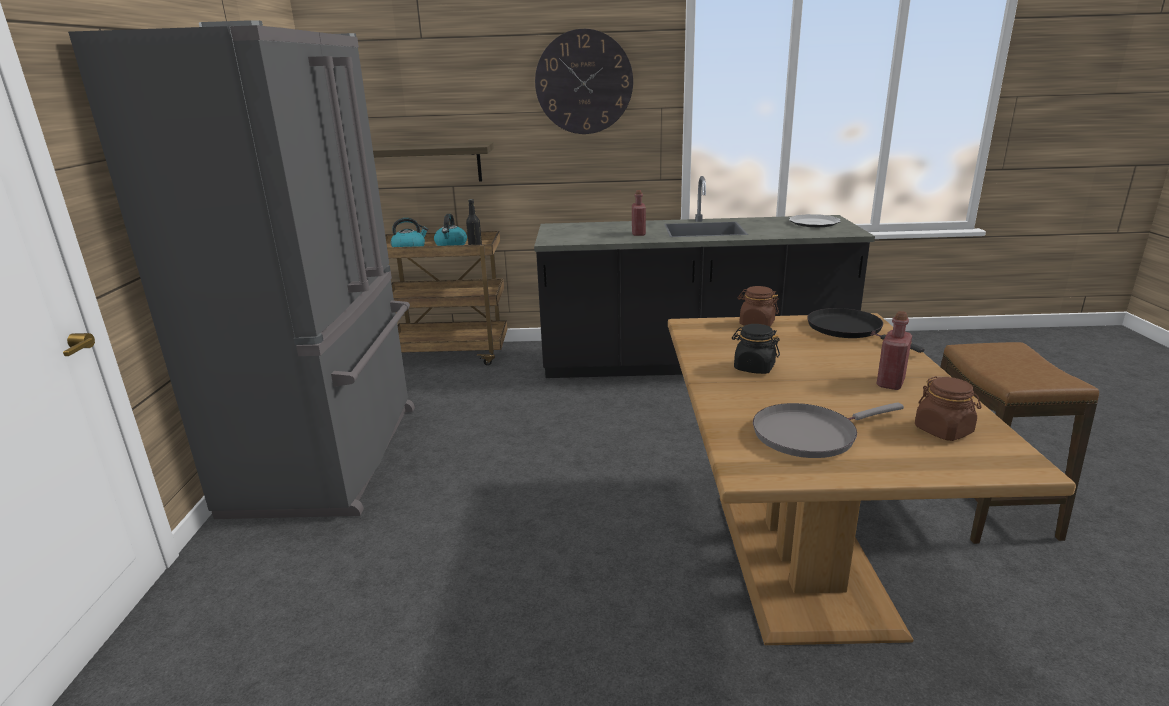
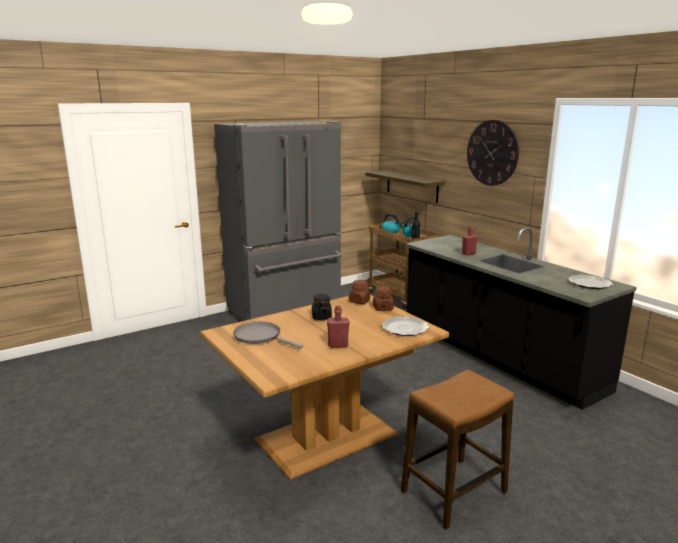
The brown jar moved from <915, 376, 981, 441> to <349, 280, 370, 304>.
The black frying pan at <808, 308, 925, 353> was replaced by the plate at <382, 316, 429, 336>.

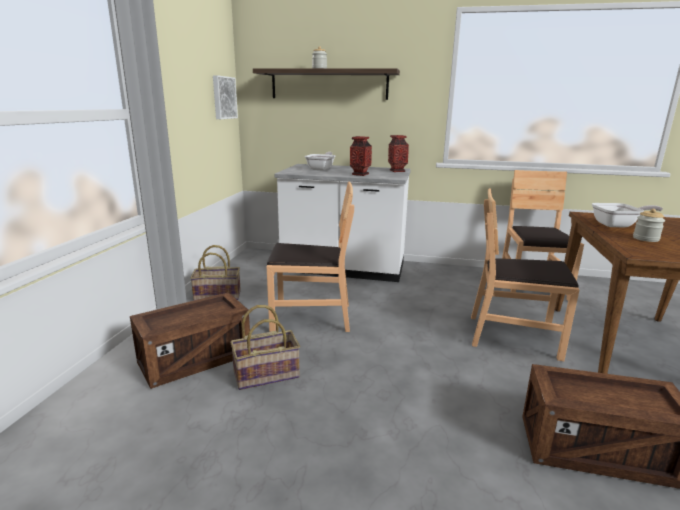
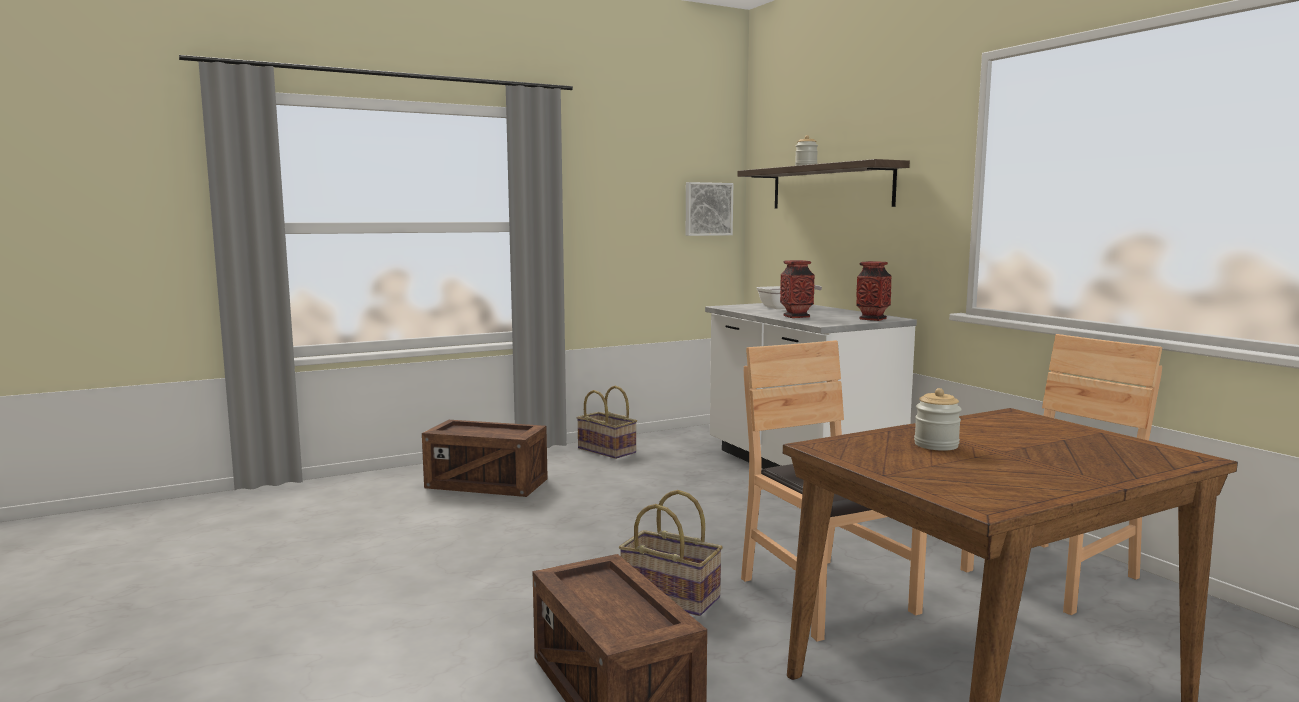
The brown chair at <267, 182, 354, 332> disappeared.
The frying pan at <592, 203, 663, 227> disappeared.
The basket moved from <230, 305, 300, 390> to <619, 490, 723, 616>.

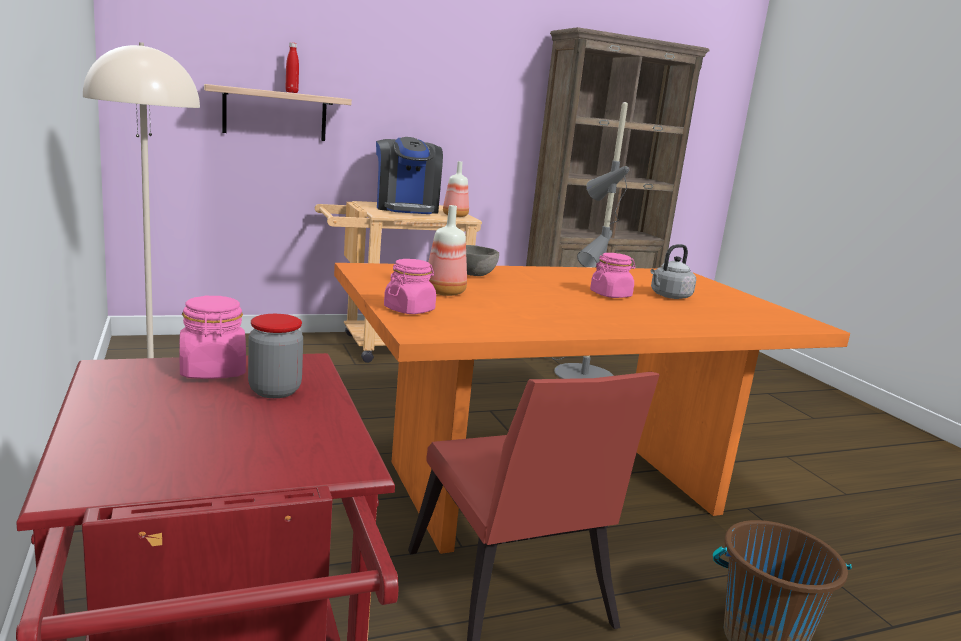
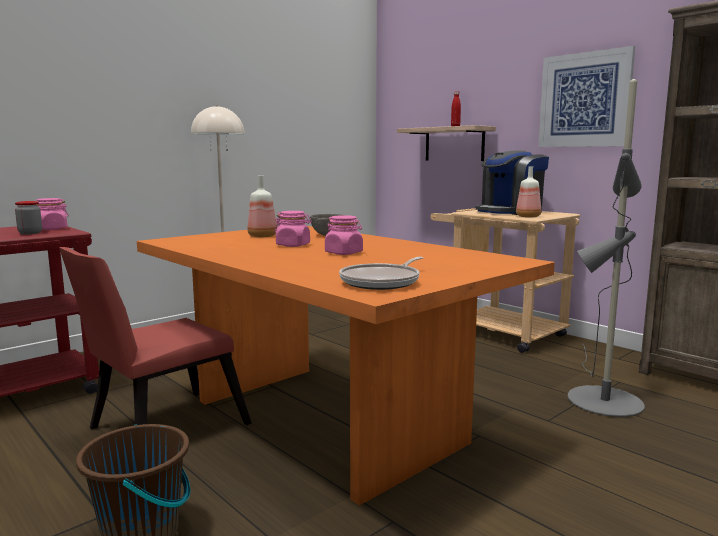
The grey kettle at <650, 244, 696, 299> disappeared.
The frying pan at <339, 257, 423, 290> appeared.
The picture at <538, 46, 635, 147> appeared.
The pink jar moved from <384, 259, 436, 314> to <275, 211, 312, 247>.

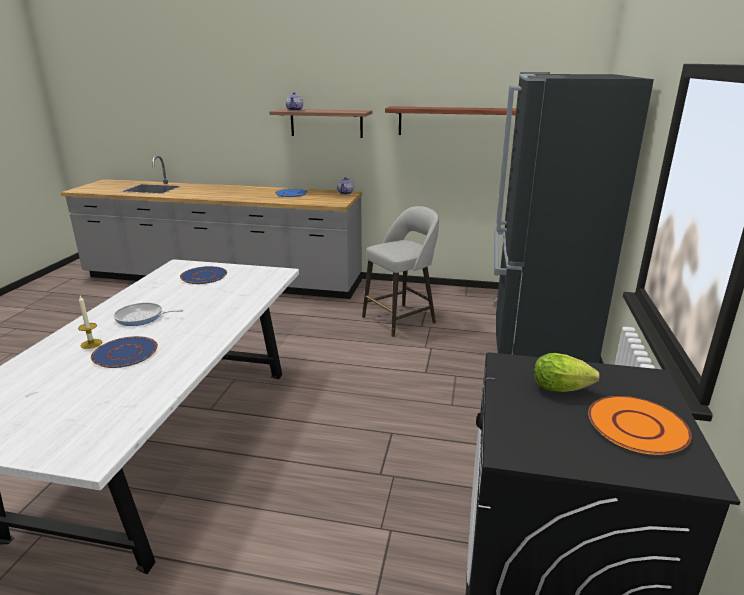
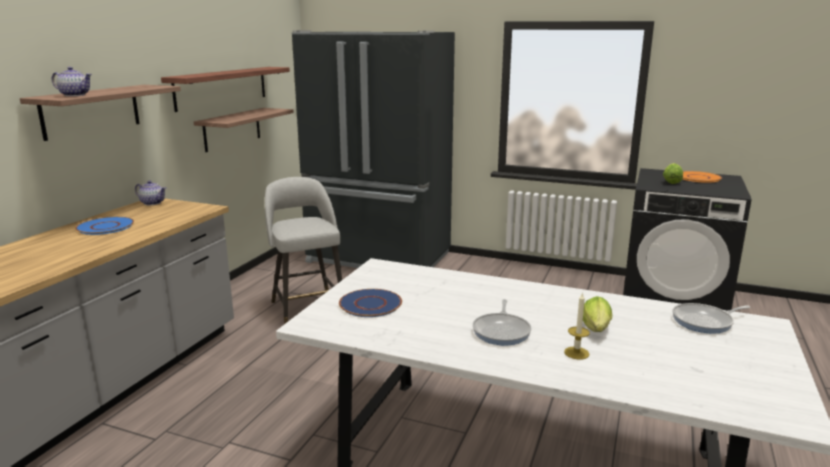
The shelf at <194, 108, 294, 152> appeared.
The frying pan at <673, 303, 750, 334> appeared.
The blue plate at <91, 336, 158, 368> was replaced by the lettuce at <583, 296, 612, 332>.

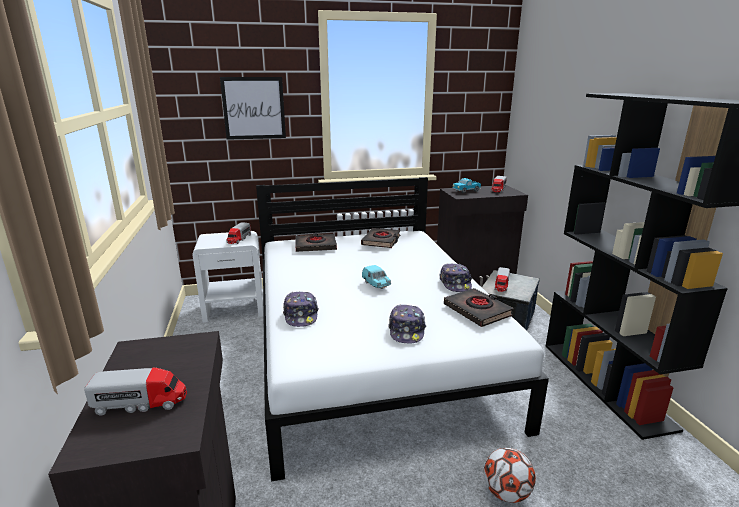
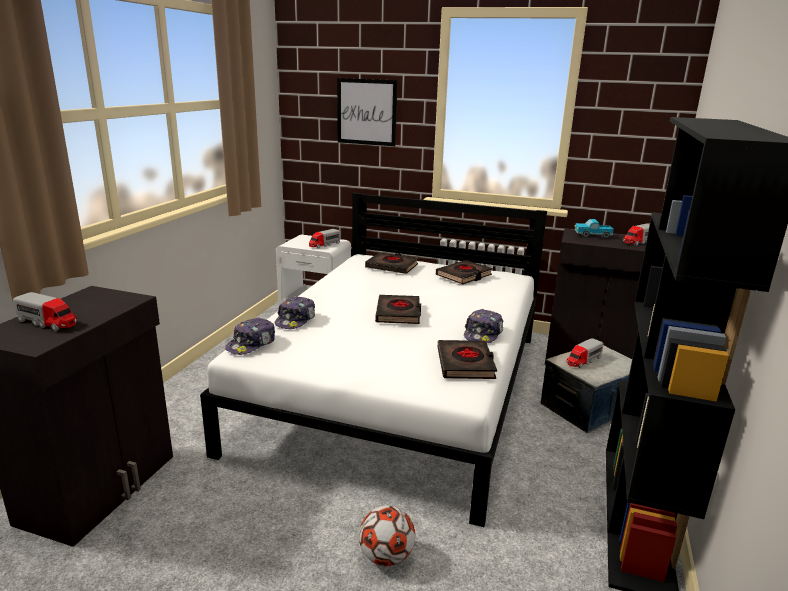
The cap moved from <388, 304, 426, 344> to <225, 317, 275, 355>.
The turquoise toy car at <362, 265, 391, 289> was replaced by the black book at <375, 295, 421, 324>.

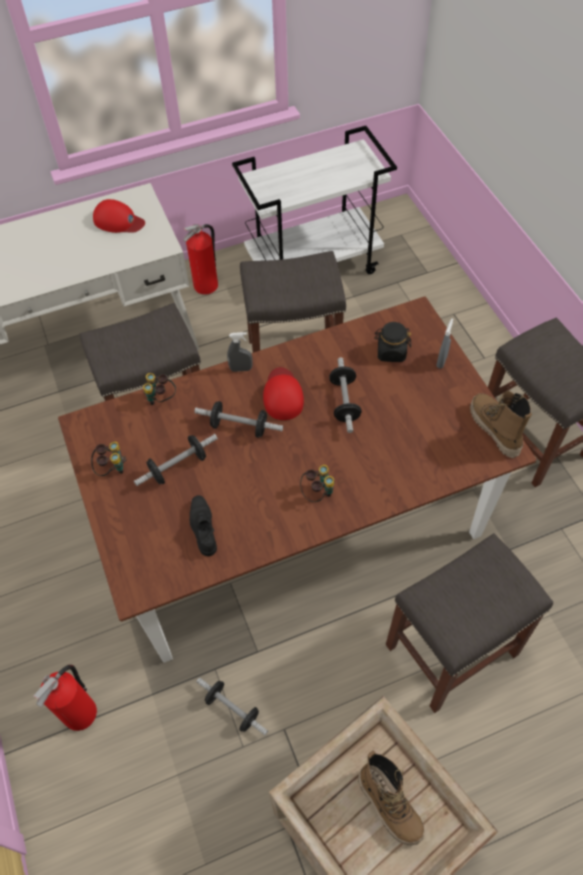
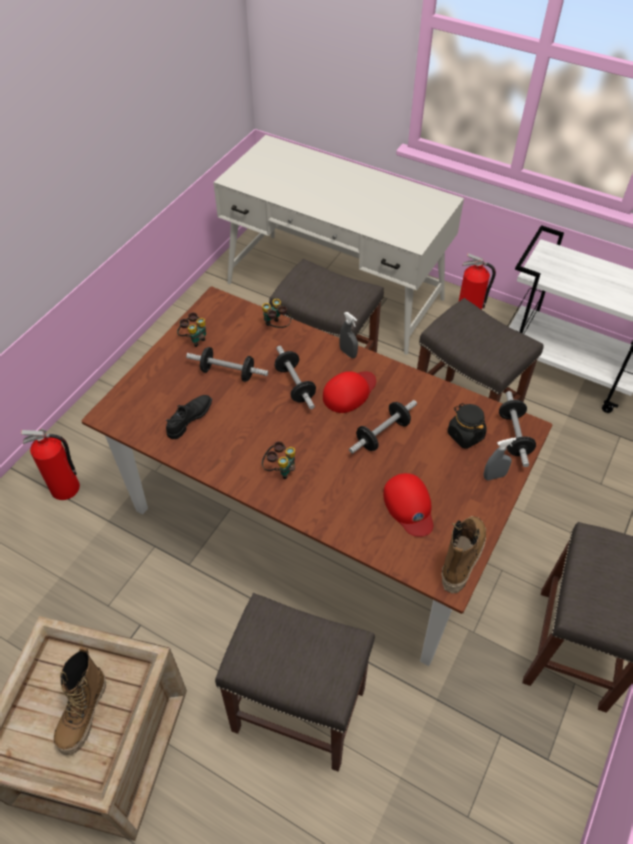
The red cap moved from <93, 199, 145, 233> to <383, 473, 433, 537>.
The dumbbell moved from <197, 678, 268, 736> to <499, 391, 536, 467>.

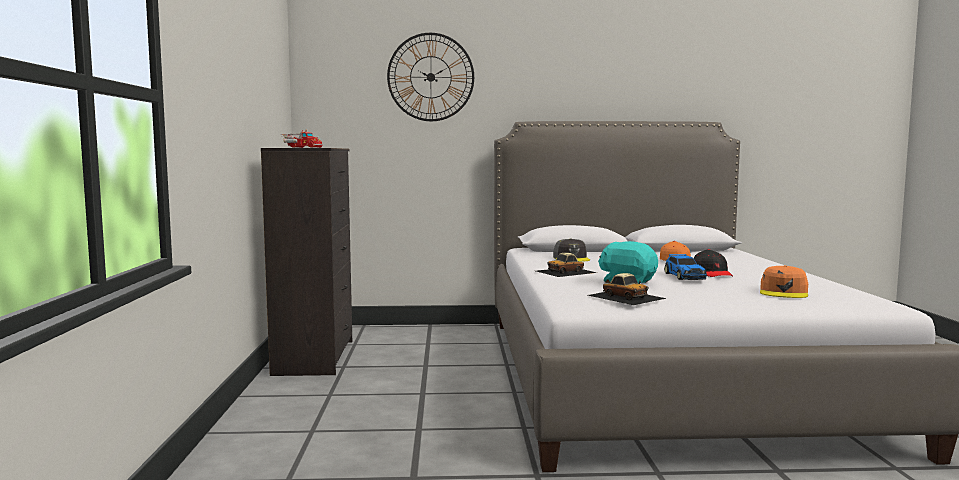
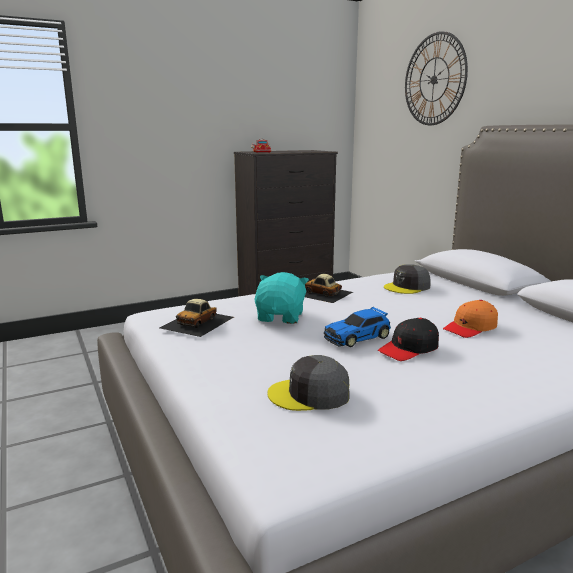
The orange cap at <760, 265, 808, 298> became the grey cap at <267, 355, 349, 411>.

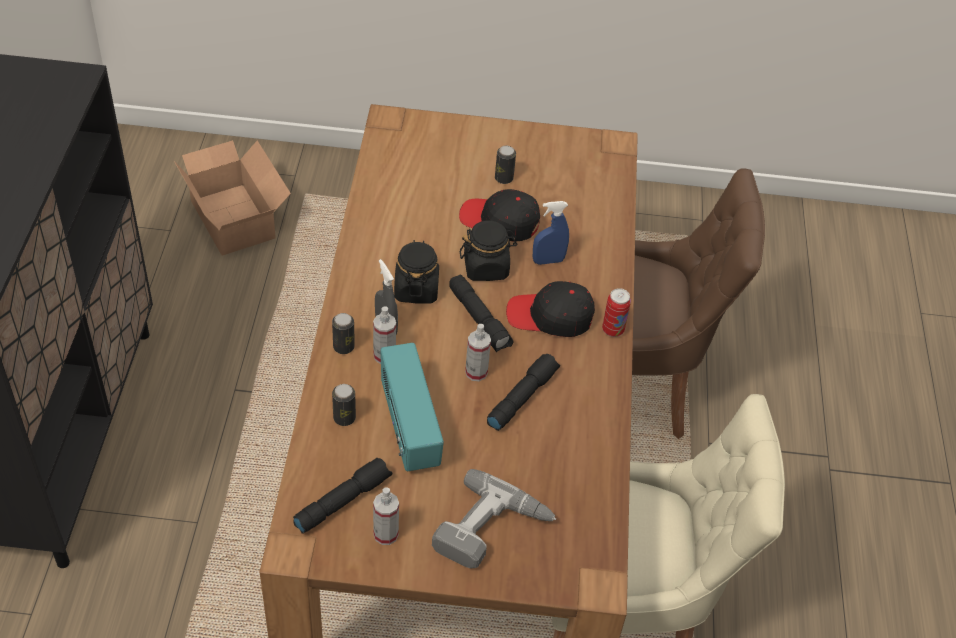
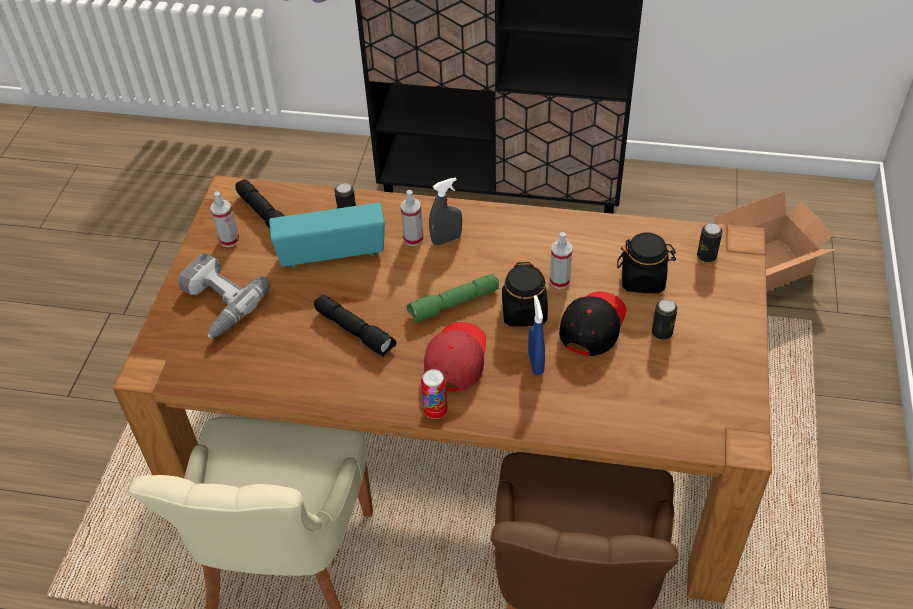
The can moved from <332, 313, 355, 354> to <697, 223, 723, 262>.
The black jar moved from <394, 240, 439, 304> to <617, 232, 676, 293>.
The spray bottle moved from <465, 324, 491, 381> to <550, 232, 573, 289>.
The black flashlight at <449, 275, 514, 352> became the green flashlight at <407, 273, 499, 323>.
The black cap at <506, 281, 595, 337> became the red cap at <424, 322, 486, 391>.

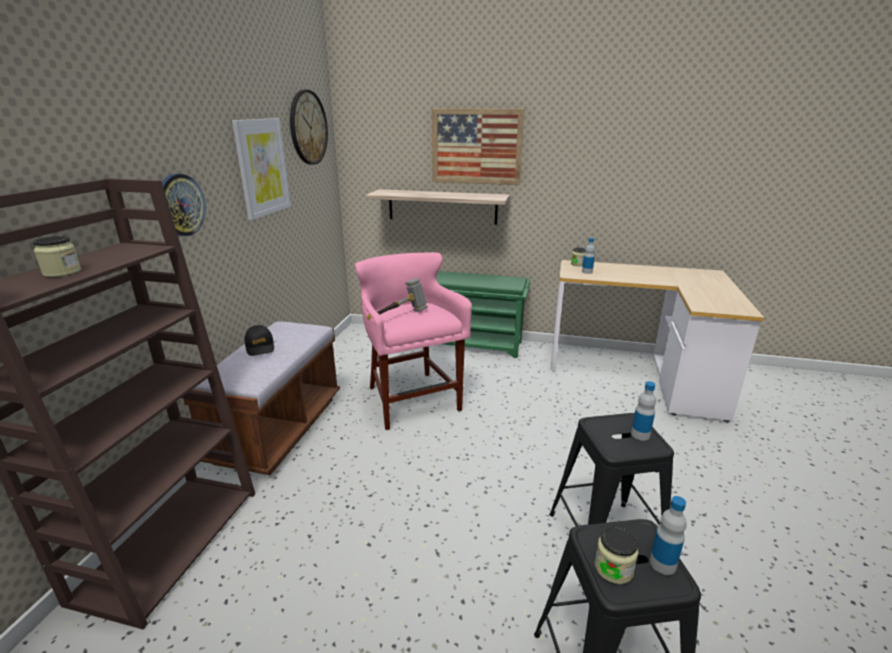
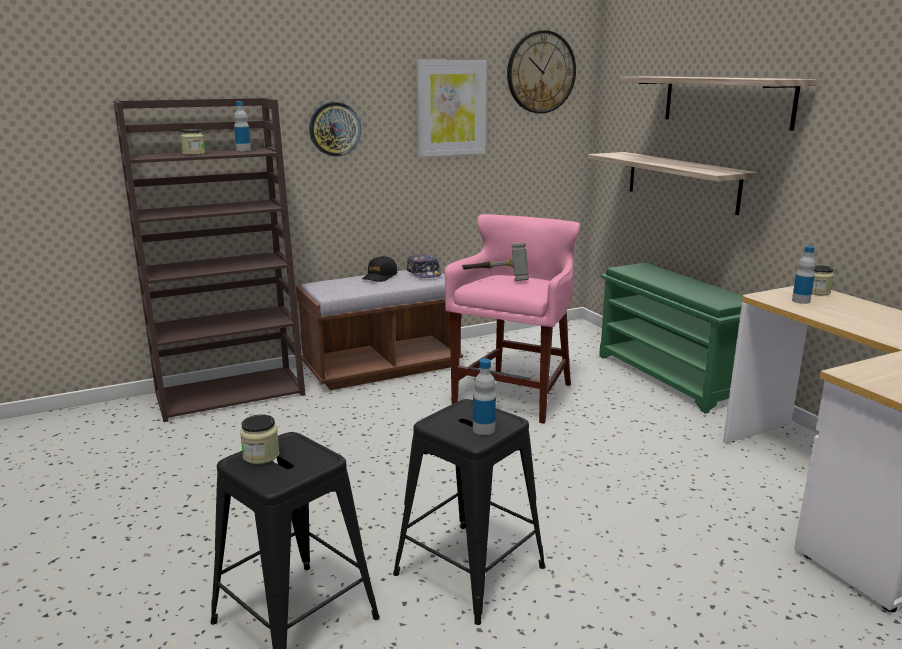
The cap at <406, 254, 441, 278> appeared.
The bottle moved from <650, 496, 687, 575> to <234, 101, 251, 151>.
The picture at <432, 108, 525, 185> was replaced by the shelf at <621, 76, 817, 131>.

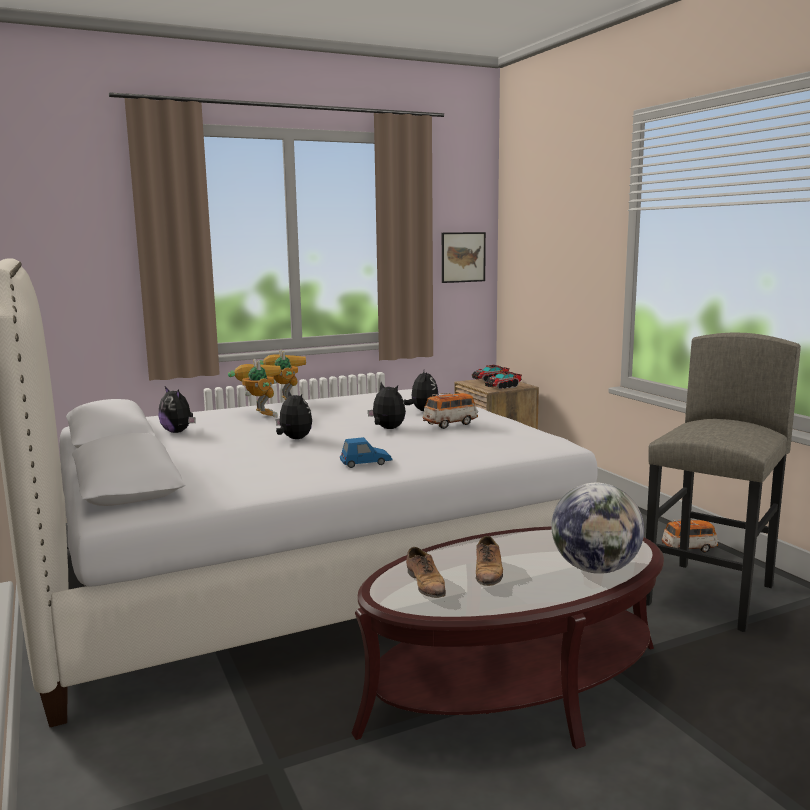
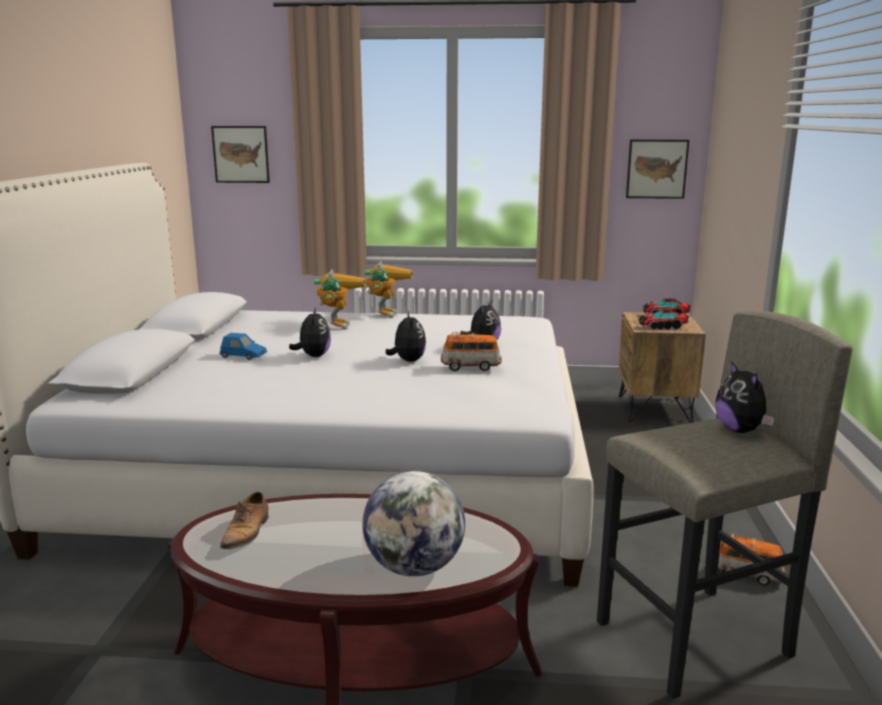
The shoe at <476, 536, 503, 586> disappeared.
The picture at <211, 126, 270, 183> appeared.
The plush toy moved from <158, 387, 196, 433> to <715, 362, 774, 433>.
The blue toy car moved from <340, 437, 392, 468> to <220, 333, 267, 360>.

